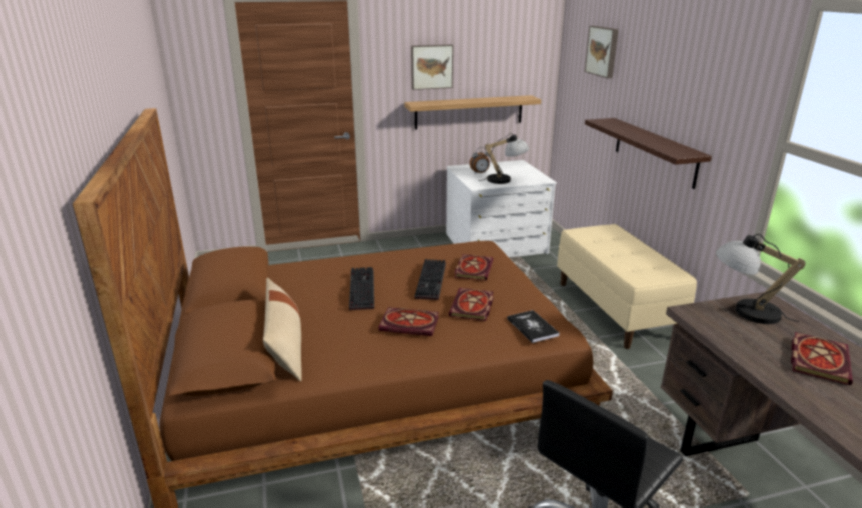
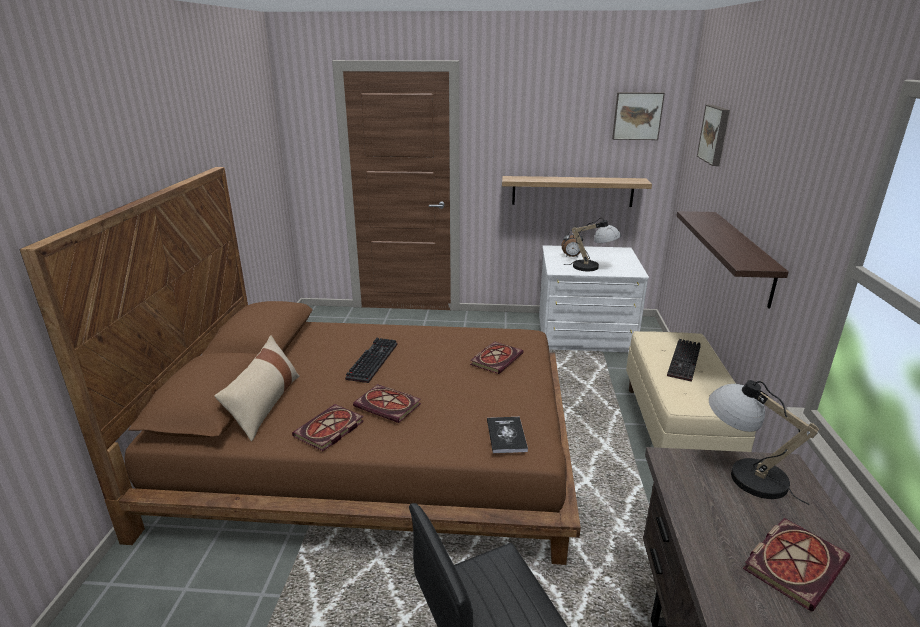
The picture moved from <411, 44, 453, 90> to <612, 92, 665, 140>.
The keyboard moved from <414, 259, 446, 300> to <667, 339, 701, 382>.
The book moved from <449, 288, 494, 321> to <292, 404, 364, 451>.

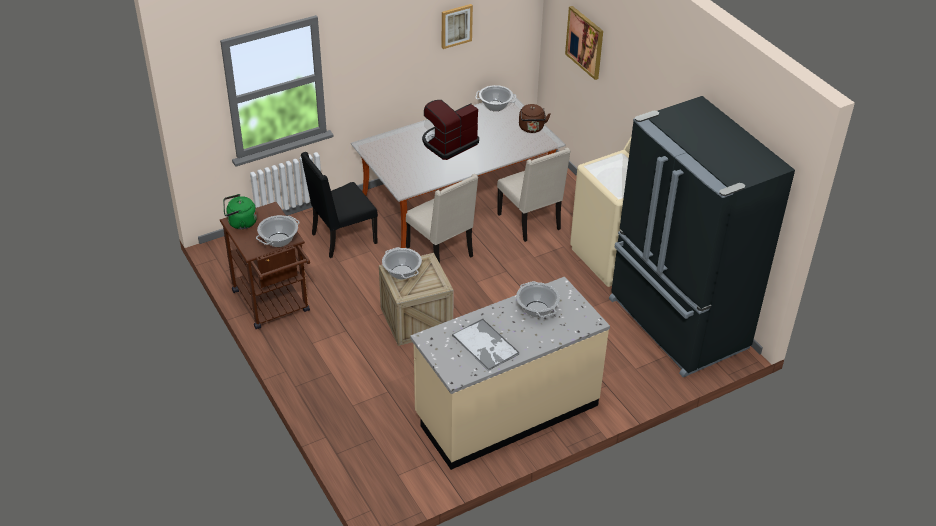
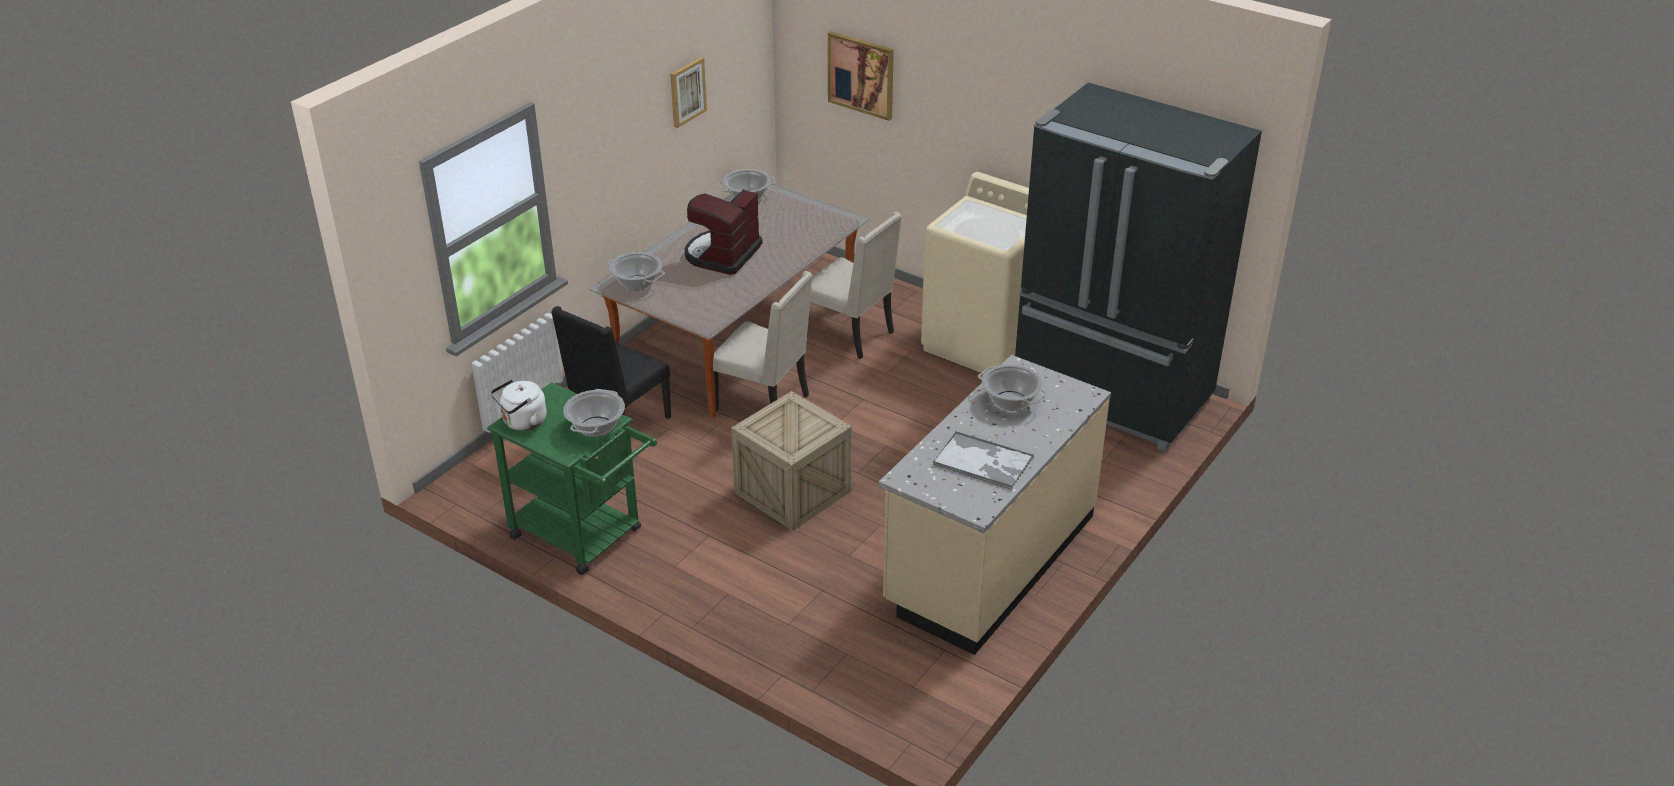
The brown kettle at <519, 104, 551, 133> disappeared.
The cooking pot moved from <382, 247, 422, 279> to <607, 252, 665, 291>.
The brown cart at <220, 202, 310, 329> became the green cart at <487, 382, 657, 575>.
The green kettle at <223, 194, 257, 229> became the white kettle at <490, 379, 547, 431>.

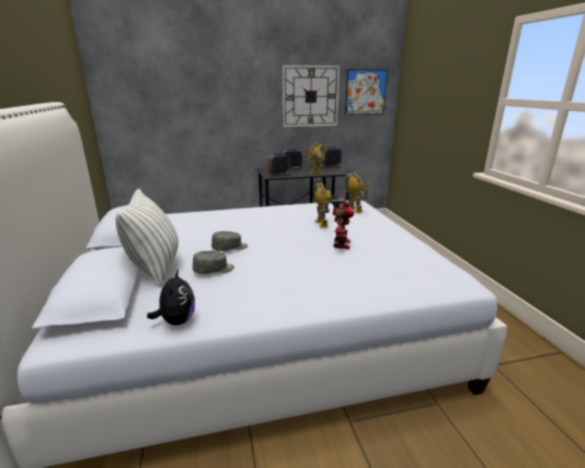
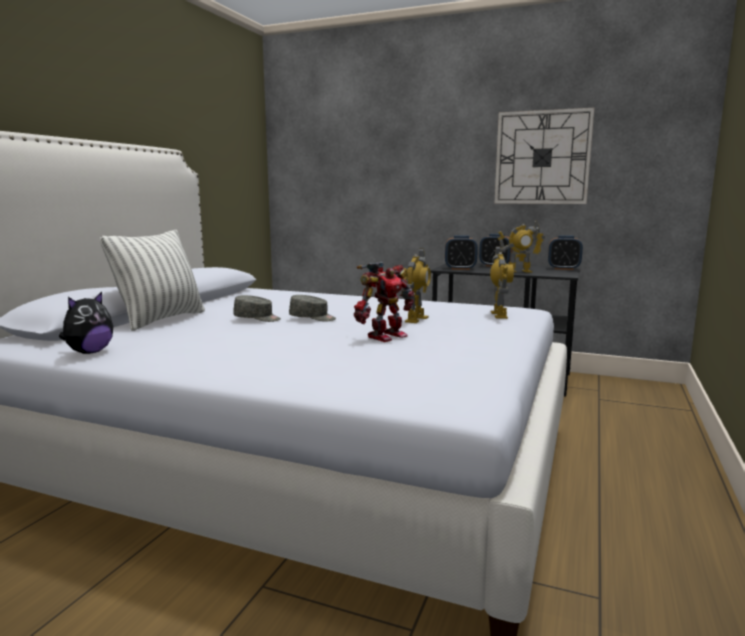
The picture at <345, 69, 388, 115> disappeared.
The grey cap moved from <193, 251, 234, 274> to <289, 295, 336, 322>.

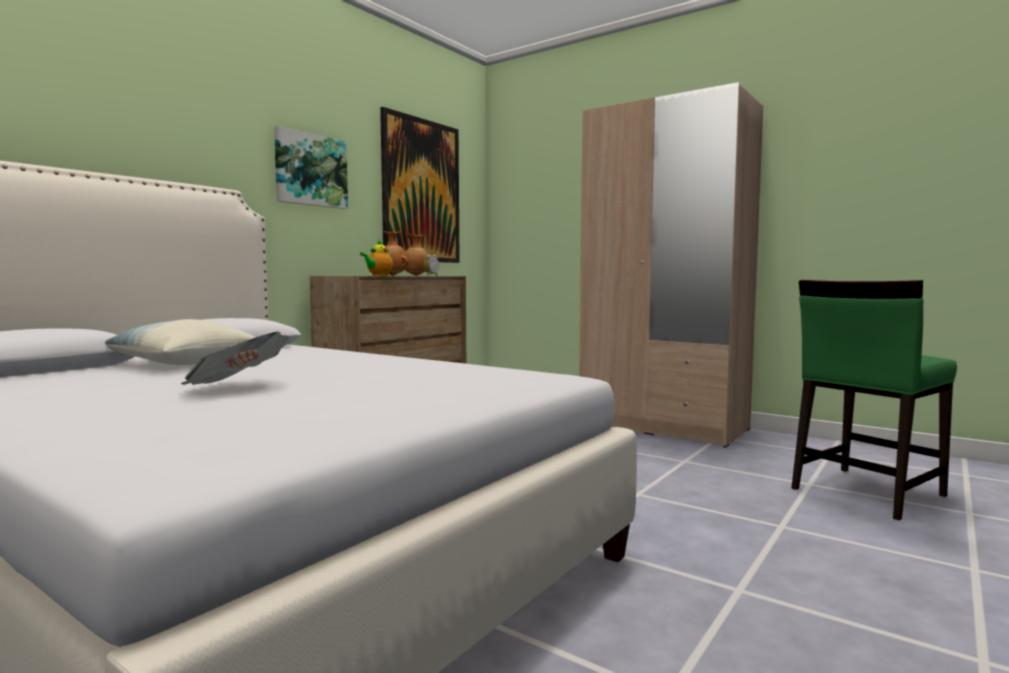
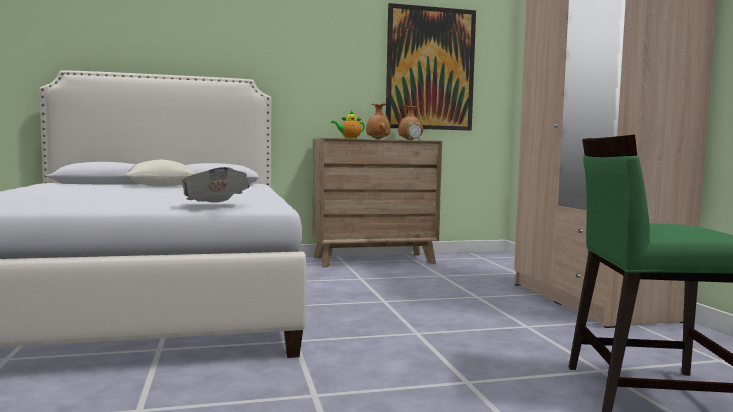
The picture at <274, 126, 348, 209> disappeared.
The newspaper moved from <181, 332, 290, 385> to <182, 167, 250, 203>.

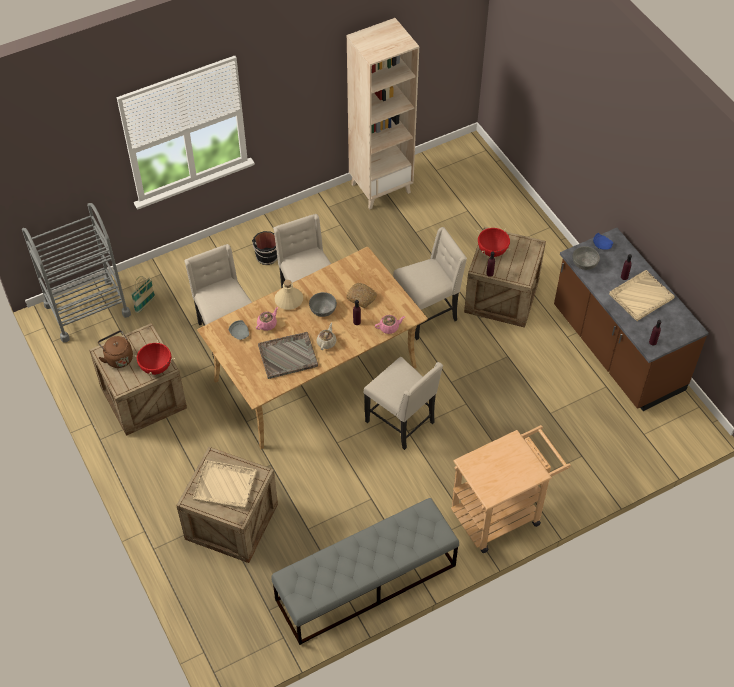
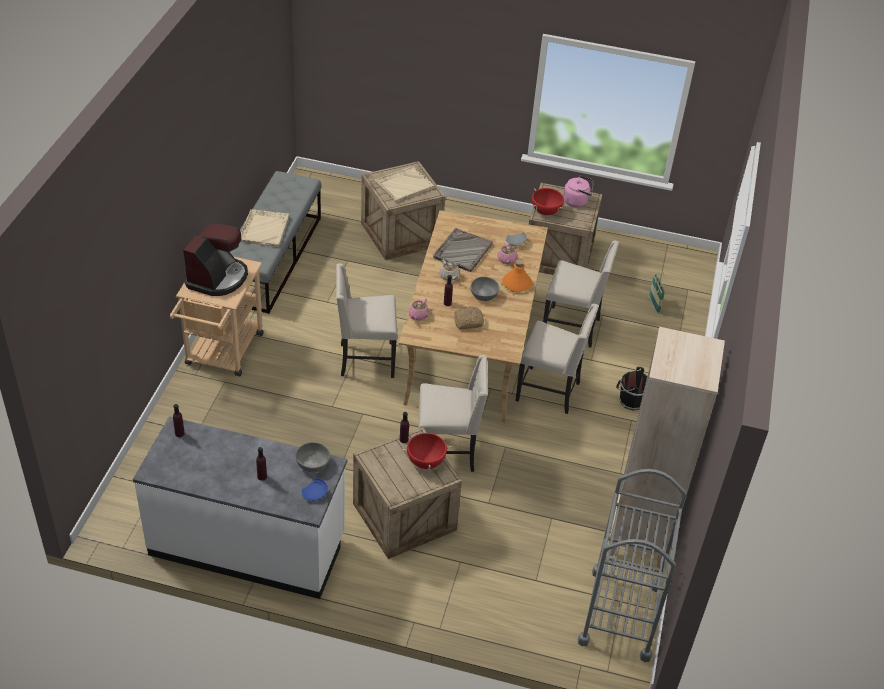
The coffee machine at <183, 224, 248, 296> appeared.
The grey cart moved from <22, 203, 131, 343> to <578, 469, 687, 662>.
The beige tray moved from <609, 270, 675, 321> to <241, 209, 289, 247>.
The brown kettle at <98, 330, 133, 368> became the pink kettle at <563, 176, 594, 207>.
The beige bottle at <275, 280, 303, 310> became the orange bottle at <502, 259, 532, 292>.
The brown counter at <554, 228, 709, 411> became the white counter at <133, 416, 347, 599>.
The beige chair at <393, 227, 467, 340> turned 105 degrees counterclockwise.

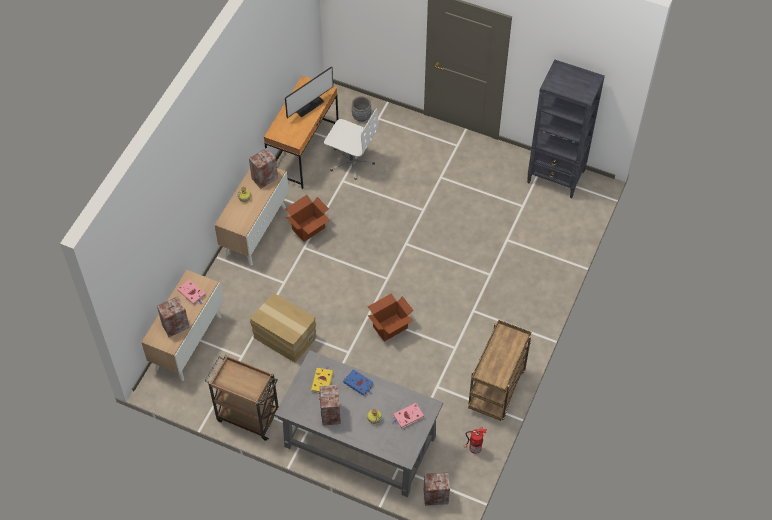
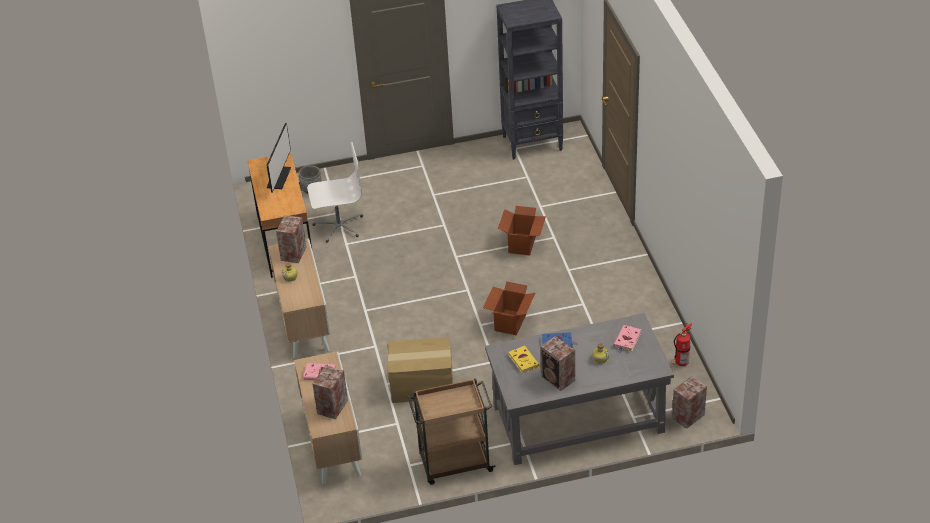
The brown cart at <468, 320, 531, 421> disappeared.
The cardboard box moved from <285, 195, 330, 242> to <498, 206, 546, 256>.

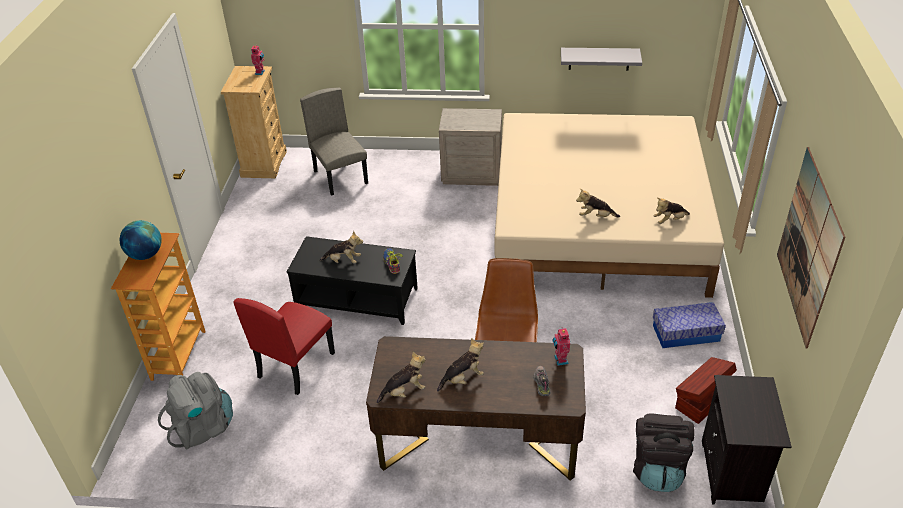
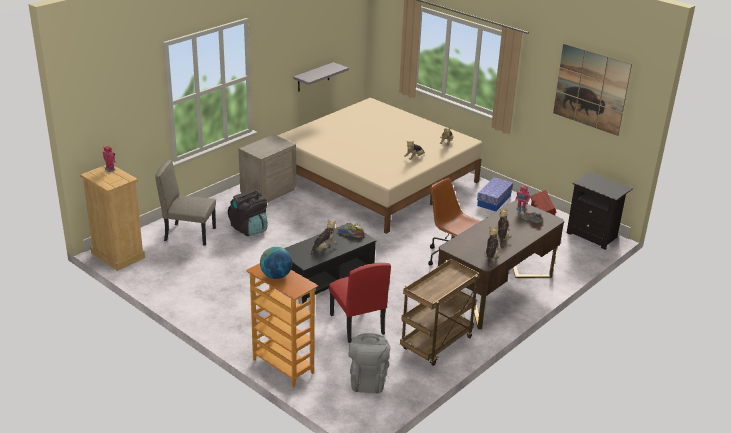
The brown cart at <400, 259, 480, 366> appeared.
The black backpack moved from <633, 413, 695, 492> to <228, 190, 268, 236>.

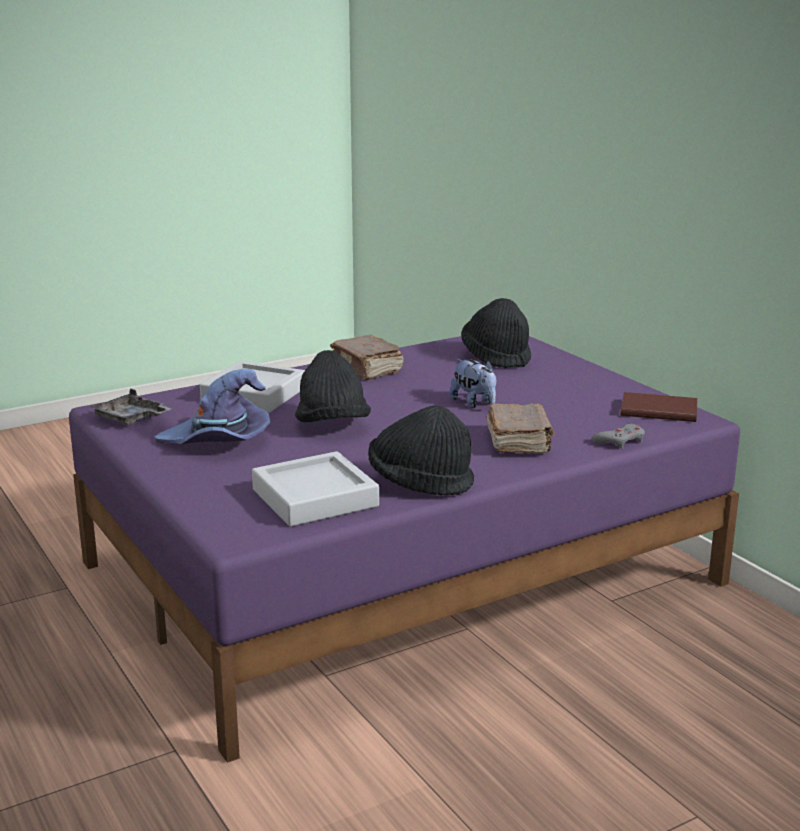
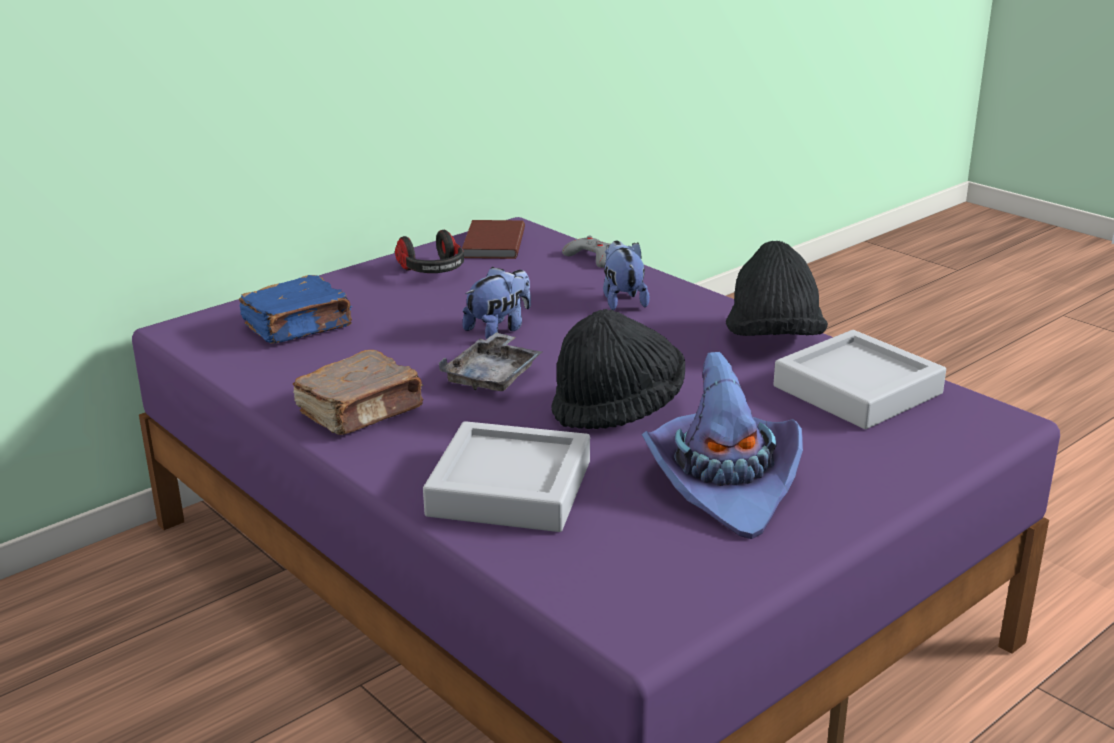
The headphones at <395, 230, 464, 273> appeared.
The grey tray moved from <90, 389, 171, 425> to <439, 332, 542, 391>.
The black hat at <461, 298, 531, 368> was replaced by the blue book at <239, 275, 352, 344>.
The brown book at <487, 403, 555, 454> was replaced by the plush toy at <603, 241, 650, 310>.

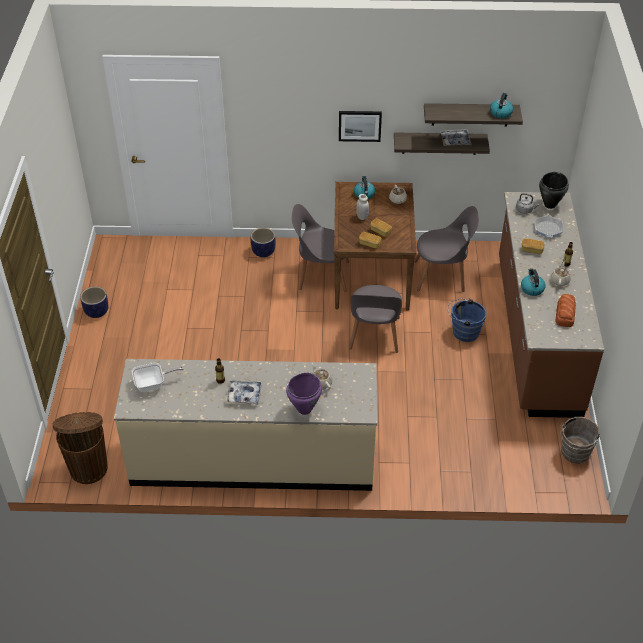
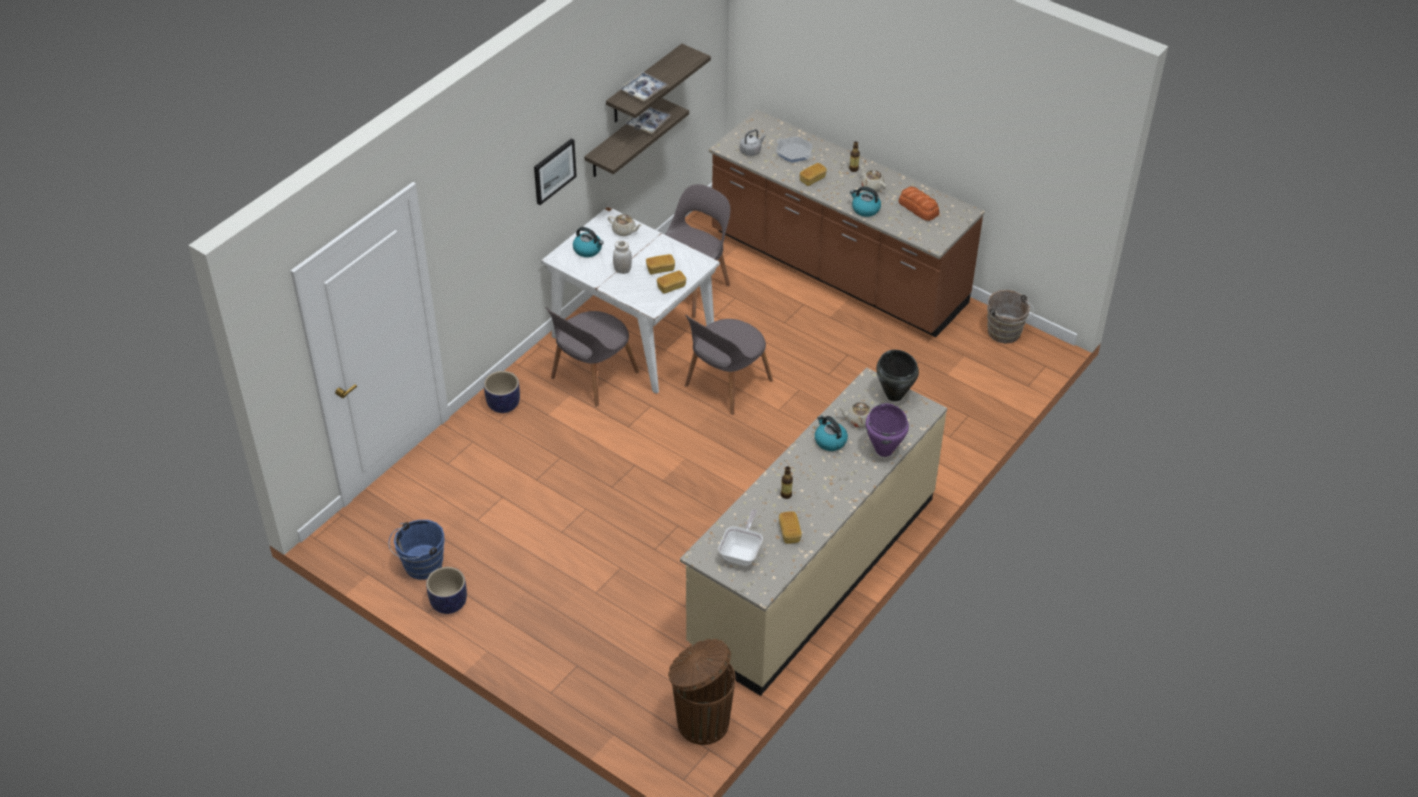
The bread at <779, 511, 802, 544> appeared.
The tray moved from <225, 380, 262, 405> to <619, 72, 668, 101>.
The blue bucket moved from <447, 298, 487, 342> to <389, 520, 445, 580>.
The kettle moved from <490, 93, 513, 118> to <815, 415, 848, 451>.
The black cooking pot moved from <539, 172, 569, 209> to <876, 350, 919, 401>.
The brown dining table at <334, 182, 416, 311> became the white dining table at <541, 207, 720, 394>.
The grey chair at <349, 285, 402, 353> turned 90 degrees clockwise.

